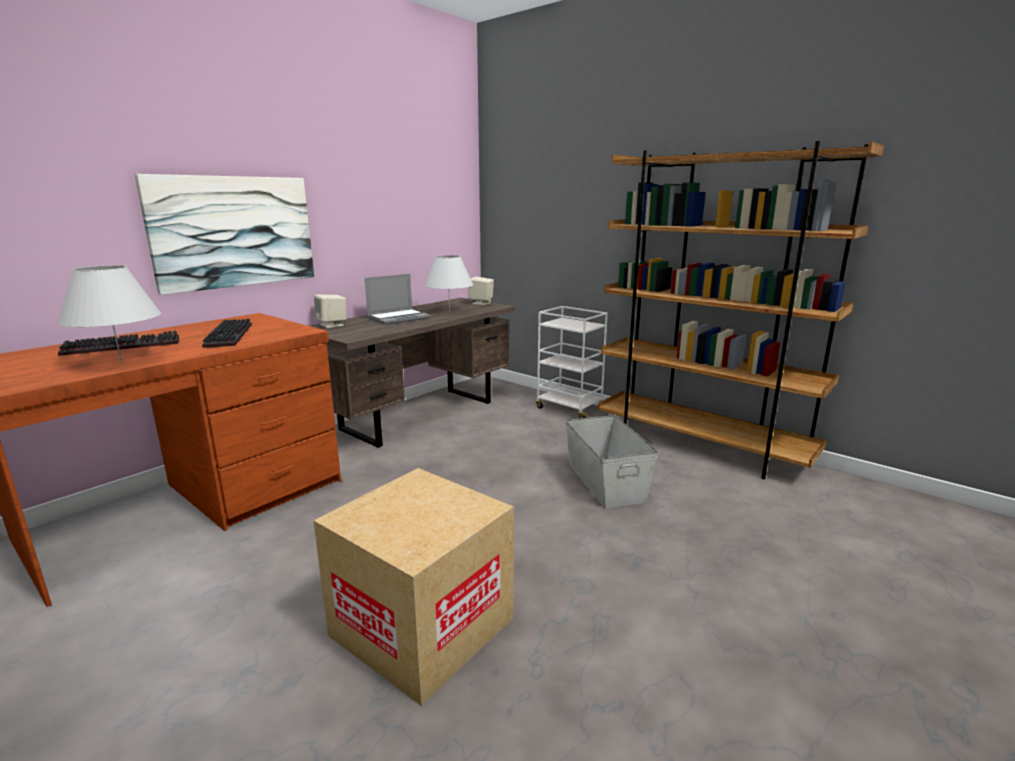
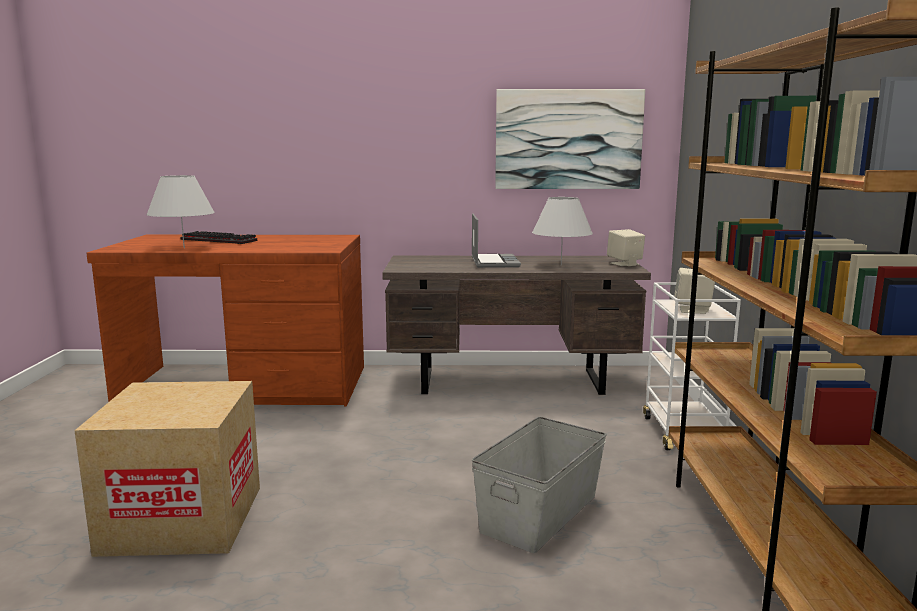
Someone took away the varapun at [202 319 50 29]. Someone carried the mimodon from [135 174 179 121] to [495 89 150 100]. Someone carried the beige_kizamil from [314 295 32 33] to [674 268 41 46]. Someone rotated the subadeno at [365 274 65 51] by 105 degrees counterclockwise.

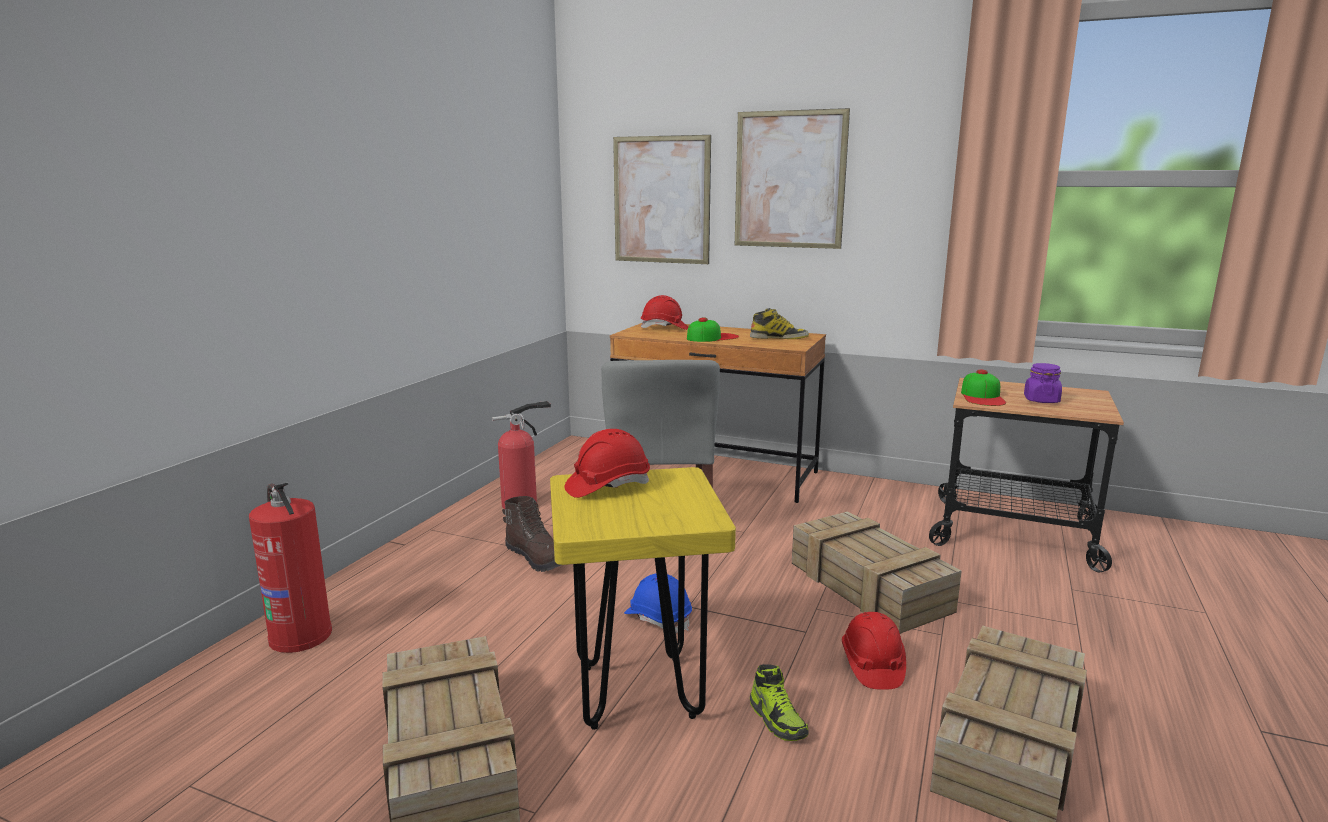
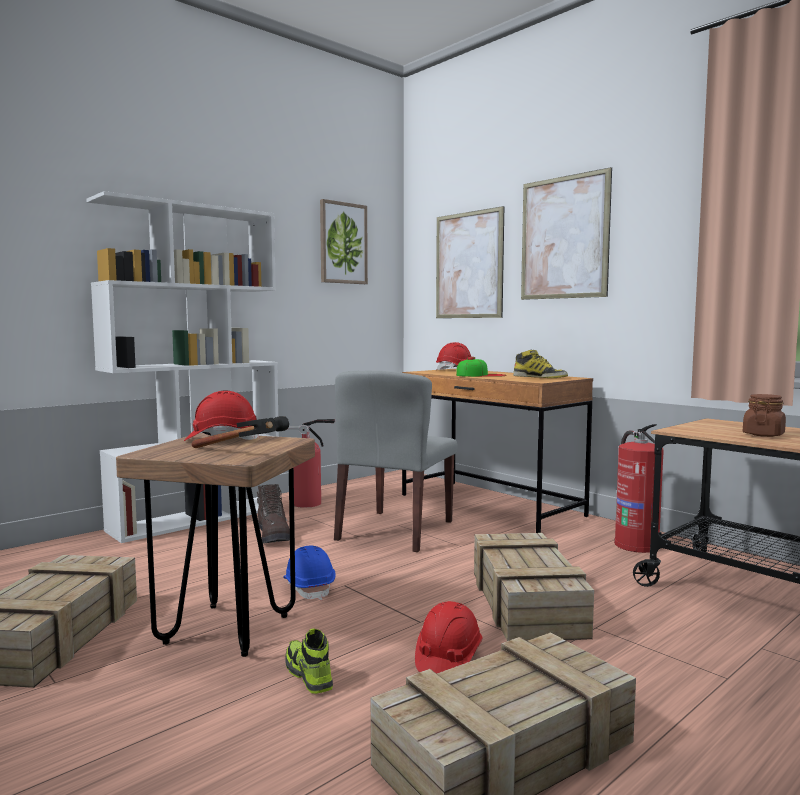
Someone took away the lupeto at [961 370 45 36]. Someone put down the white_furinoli at [86 191 193 352]. Someone put down the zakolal at [192 416 97 32]. Someone put up the mimodon at [320 199 48 85]. Someone carried the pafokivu from [249 483 83 170] to [614 424 50 129]. Someone repainted the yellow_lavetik at [550 467 186 263], which became the brown_lavetik at [116 433 199 224]. Someone repainted the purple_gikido at [1024 363 38 40], which became the brown_gikido at [743 394 43 43]. Someone rotated the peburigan at [750 664 59 77] by 150 degrees clockwise.

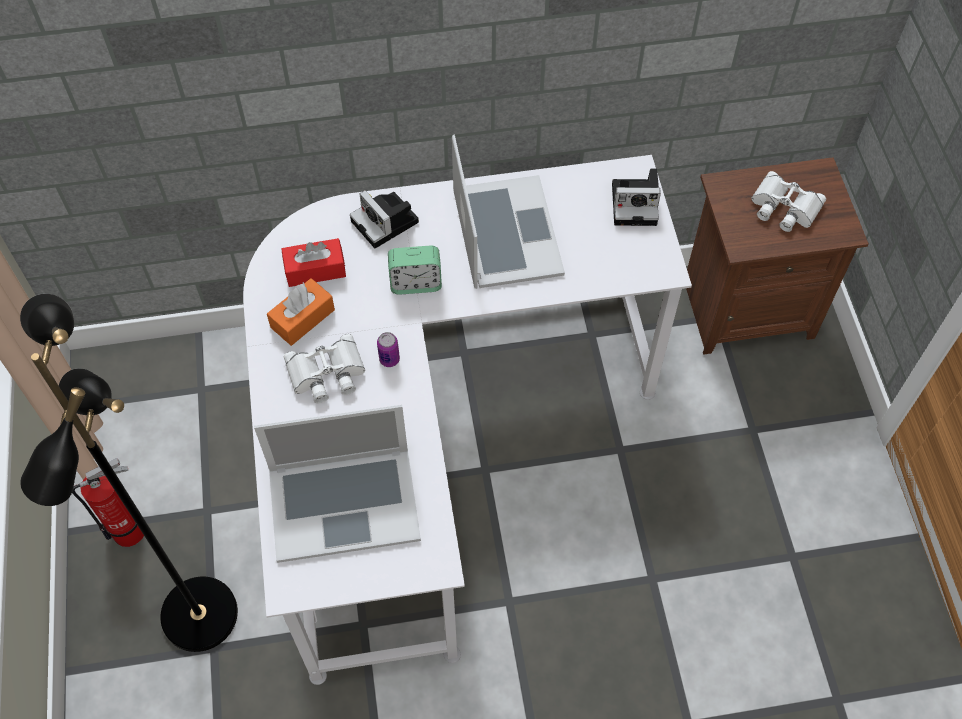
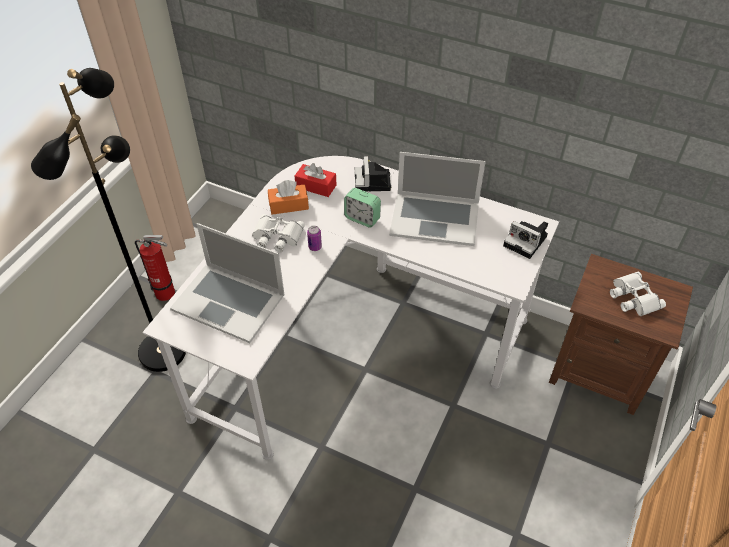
Someone rotated the subadeno at [452 134 113 155] by 75 degrees clockwise.

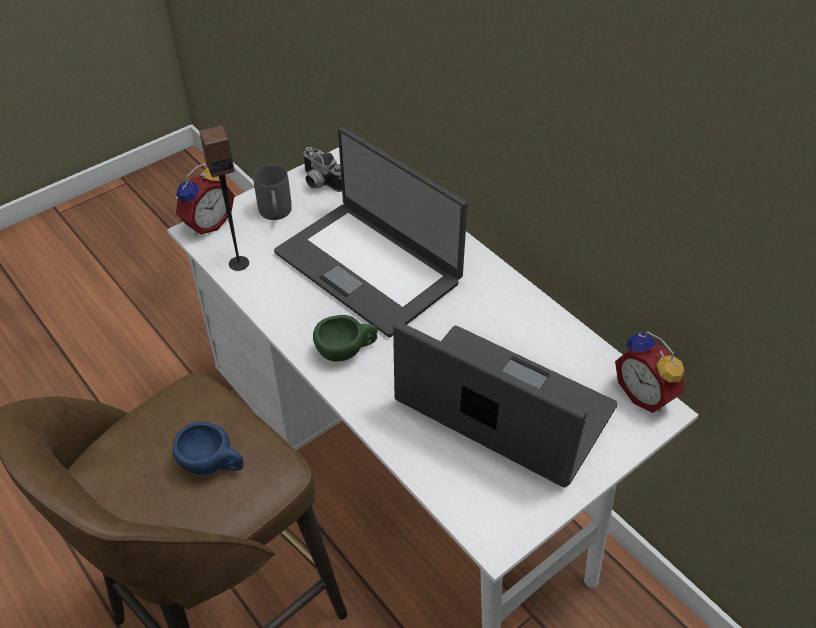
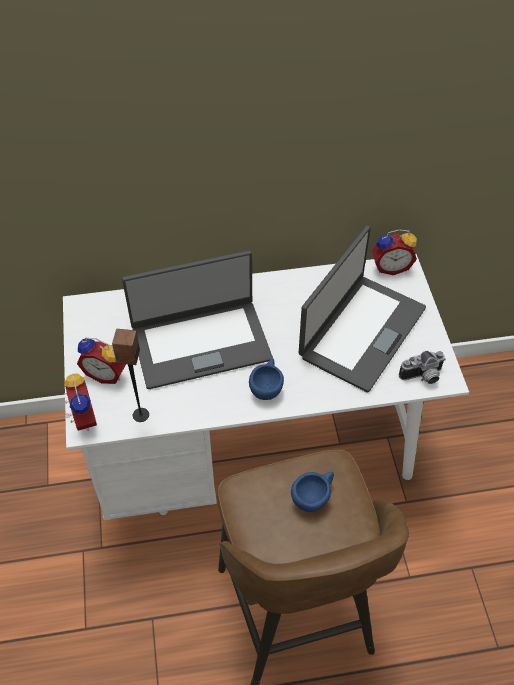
Someone carried the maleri from [302 147 40 45] to [399 351 47 33]. Someone swapped the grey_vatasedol at [253 164 39 56] for the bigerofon at [77 338 49 46]. Someone repainted the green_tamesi at [313 315 65 47], which became the blue_tamesi at [249 358 35 42]. Someone rotated the subadeno at [393 321 225 167] by 150 degrees clockwise.

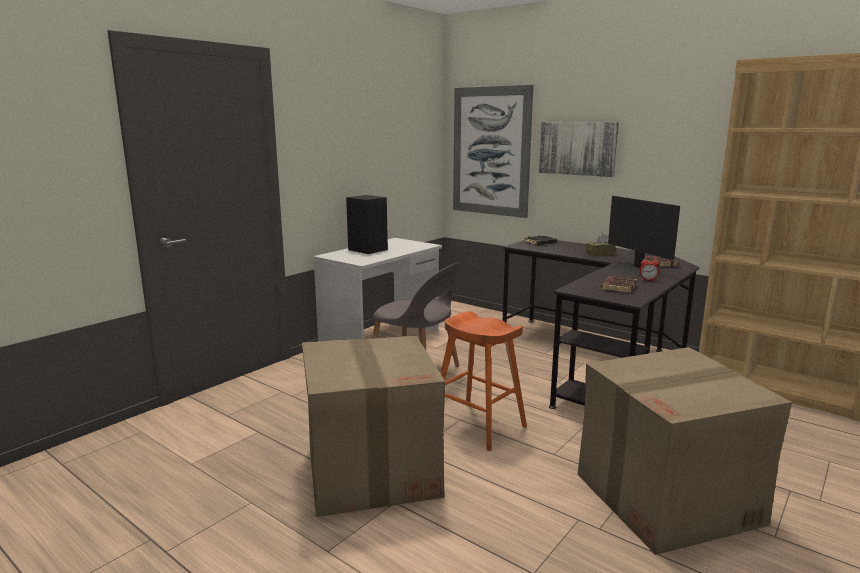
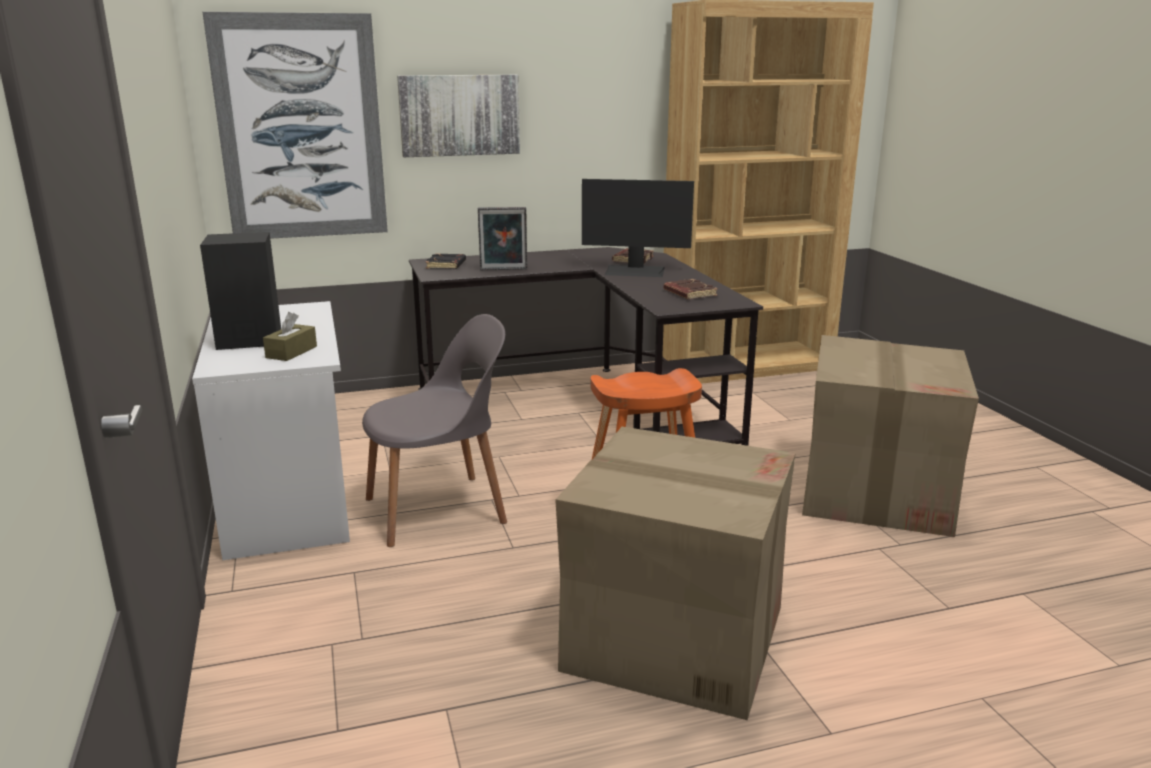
Someone took away the bigerofon at [639 256 20 25]. Someone put down the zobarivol at [478 207 49 63]. Someone carried the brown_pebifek from [586 233 29 23] to [263 312 54 49].

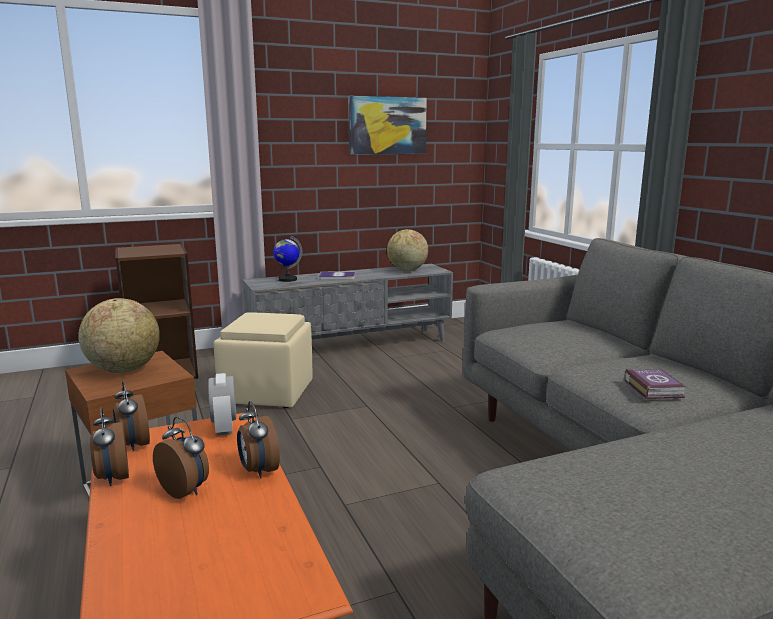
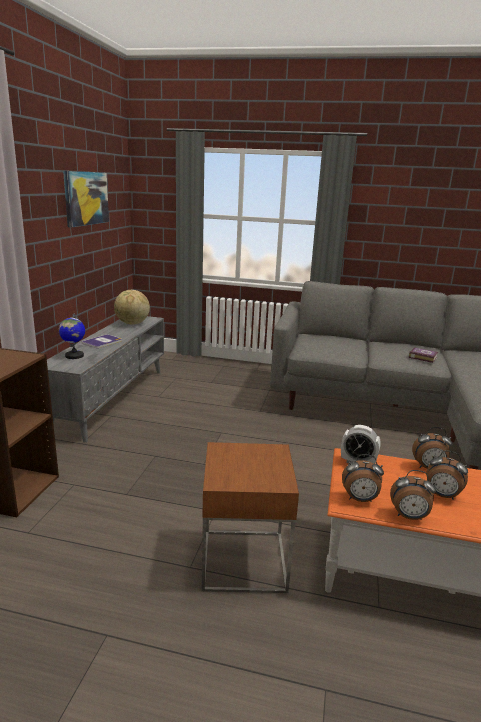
Someone took away the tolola at [78 298 82 75]. Someone took away the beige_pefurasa at [214 312 98 96]. Someone rotated the bigerofon at [153 417 56 82] by 135 degrees counterclockwise.

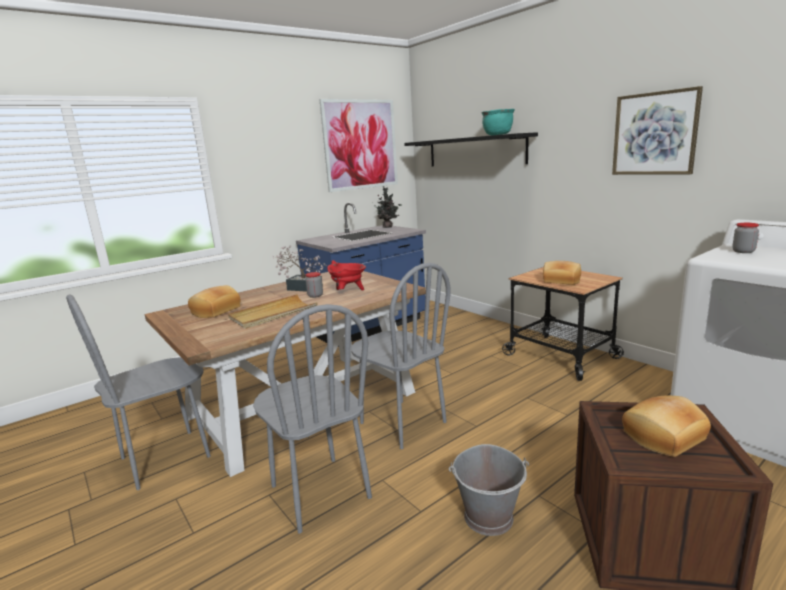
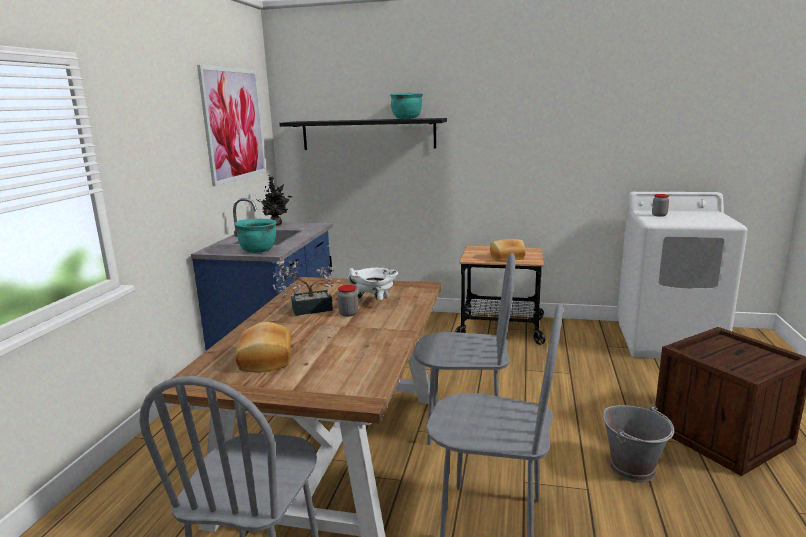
Someone took away the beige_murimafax at [228 294 90 35]. Someone took away the mimodon at [612 86 91 89]. Someone took away the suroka at [622 396 89 61]. Someone put down the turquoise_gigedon at [235 219 41 34]. Someone repainted the red_gigedon at [327 260 39 30], which became the white_gigedon at [348 268 50 34].

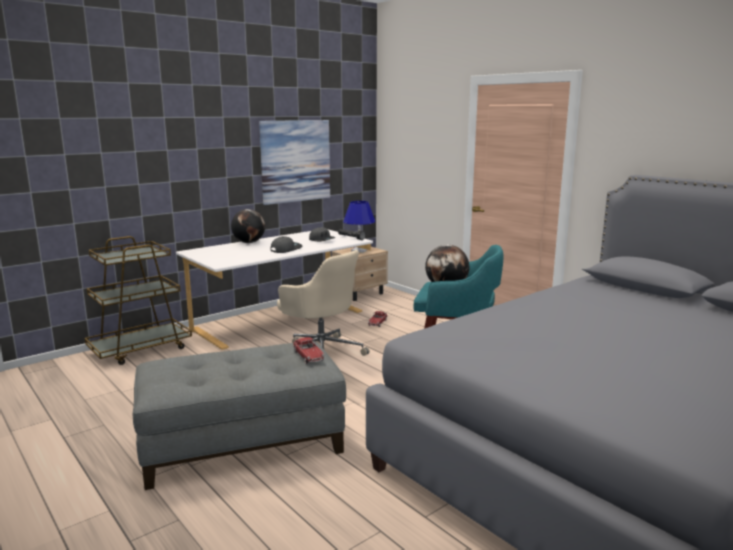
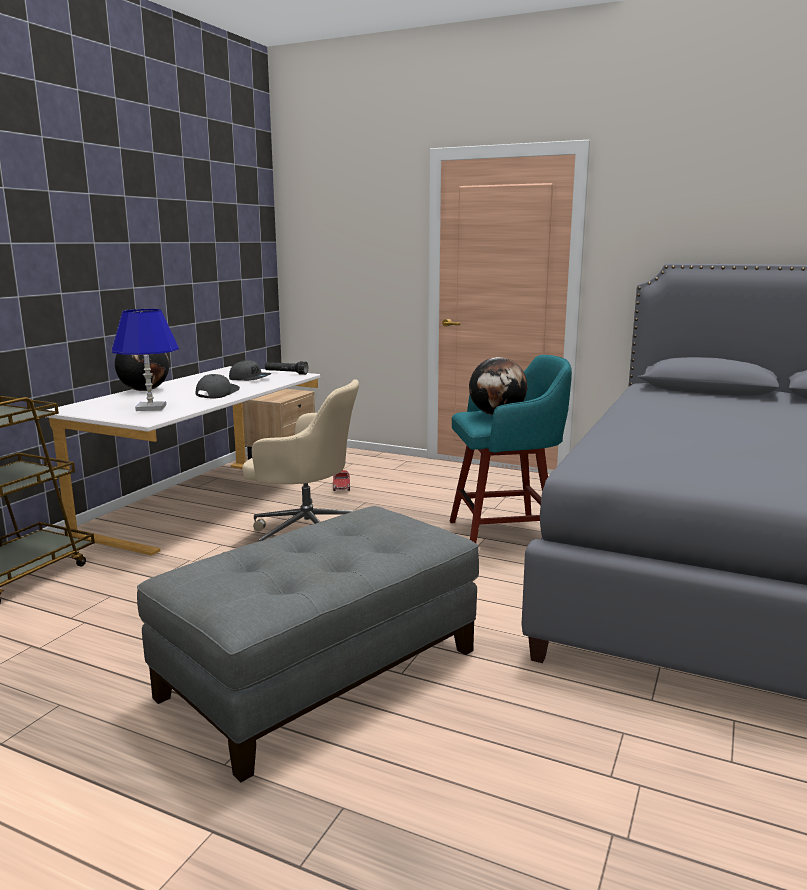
Someone took away the mimodon at [259 120 71 85]. Someone took away the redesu at [293 337 32 27]. Someone carried the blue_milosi from [343 201 32 52] to [112 309 67 102].

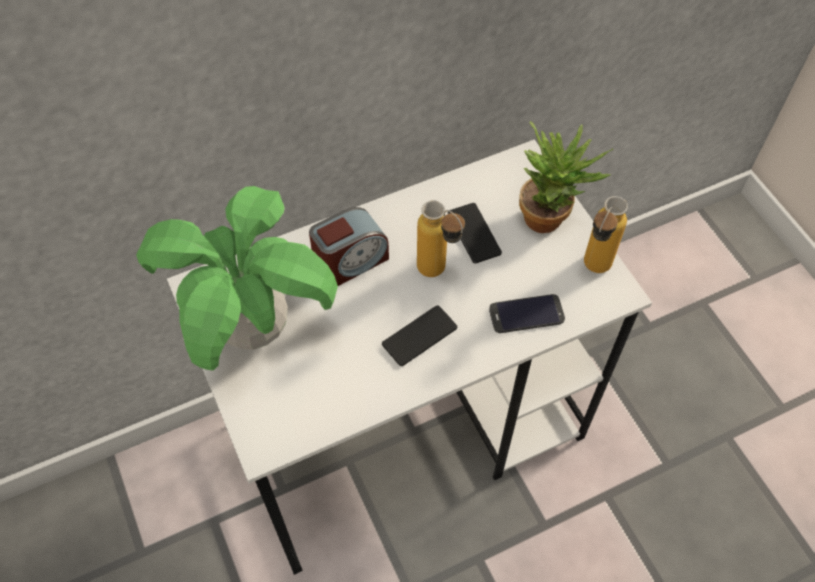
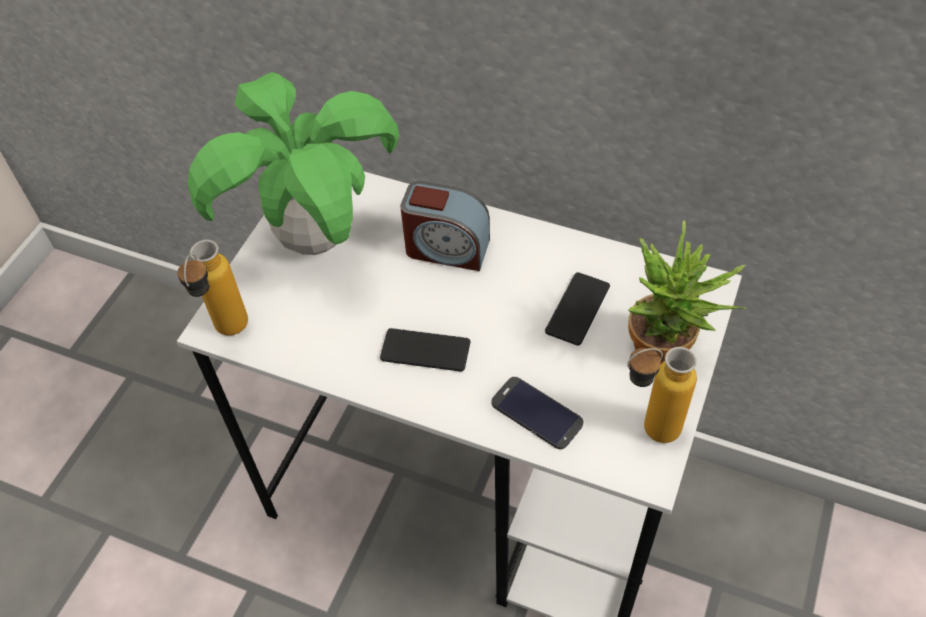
Someone carried the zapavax from [417 200 48 77] to [177 240 71 96].

